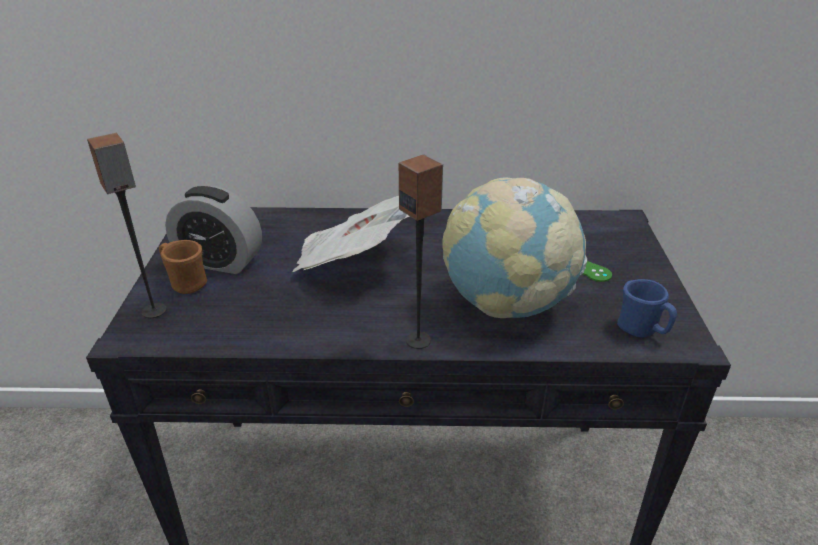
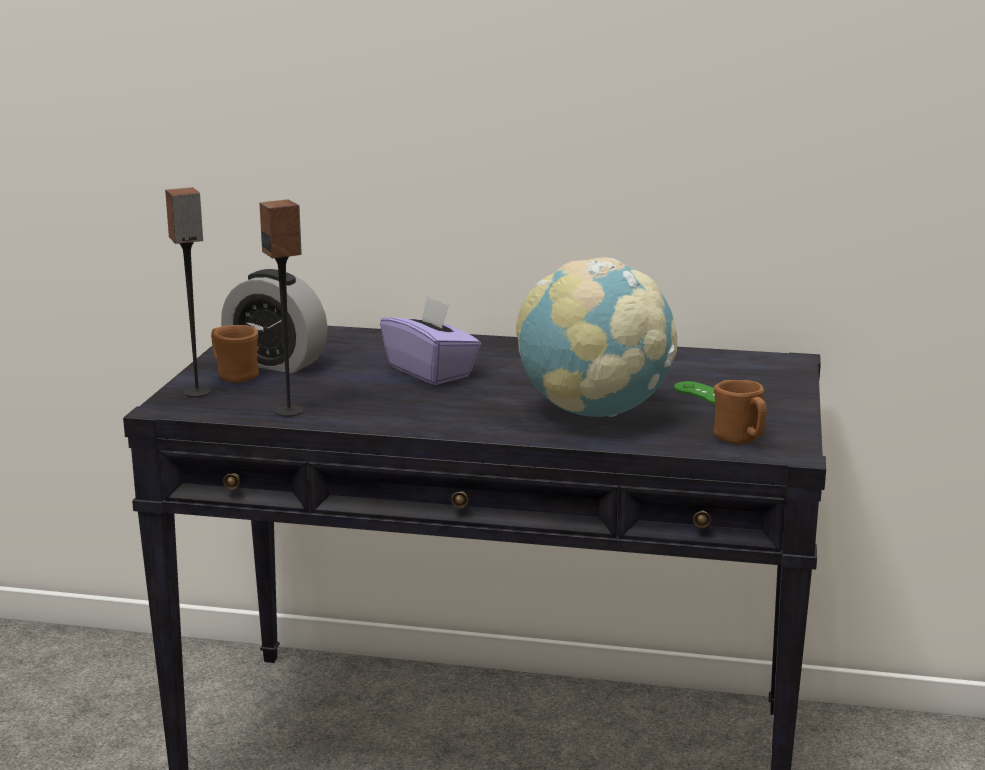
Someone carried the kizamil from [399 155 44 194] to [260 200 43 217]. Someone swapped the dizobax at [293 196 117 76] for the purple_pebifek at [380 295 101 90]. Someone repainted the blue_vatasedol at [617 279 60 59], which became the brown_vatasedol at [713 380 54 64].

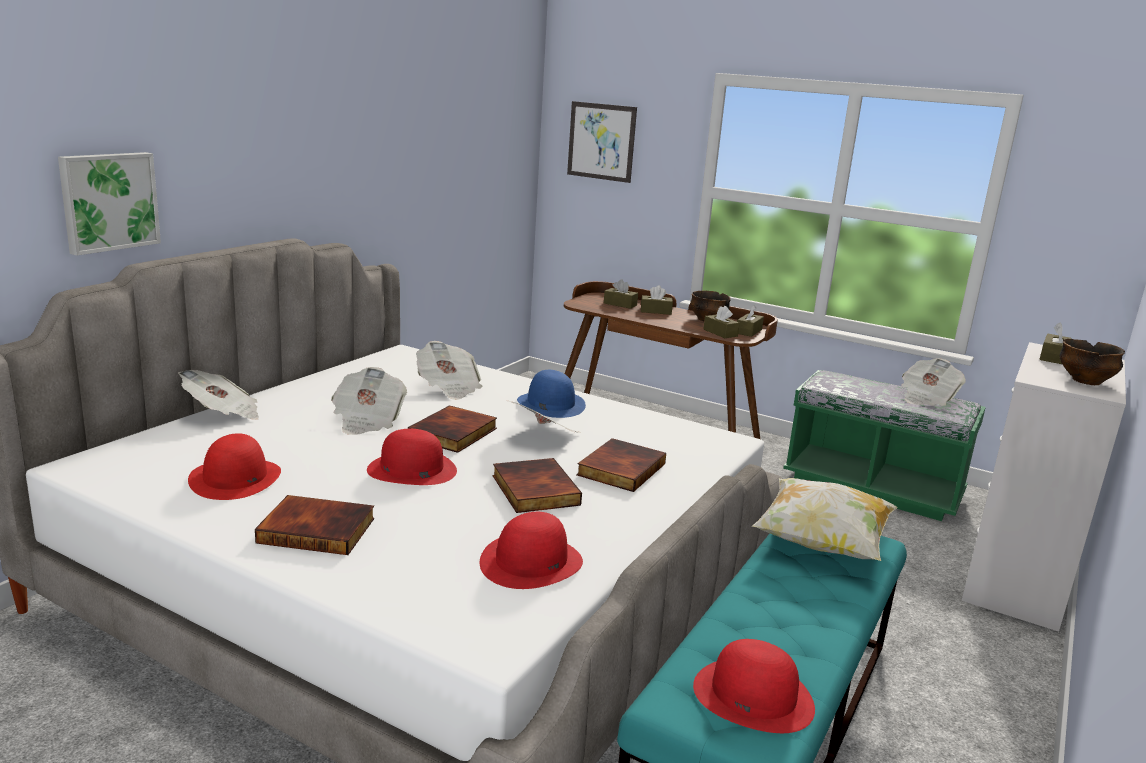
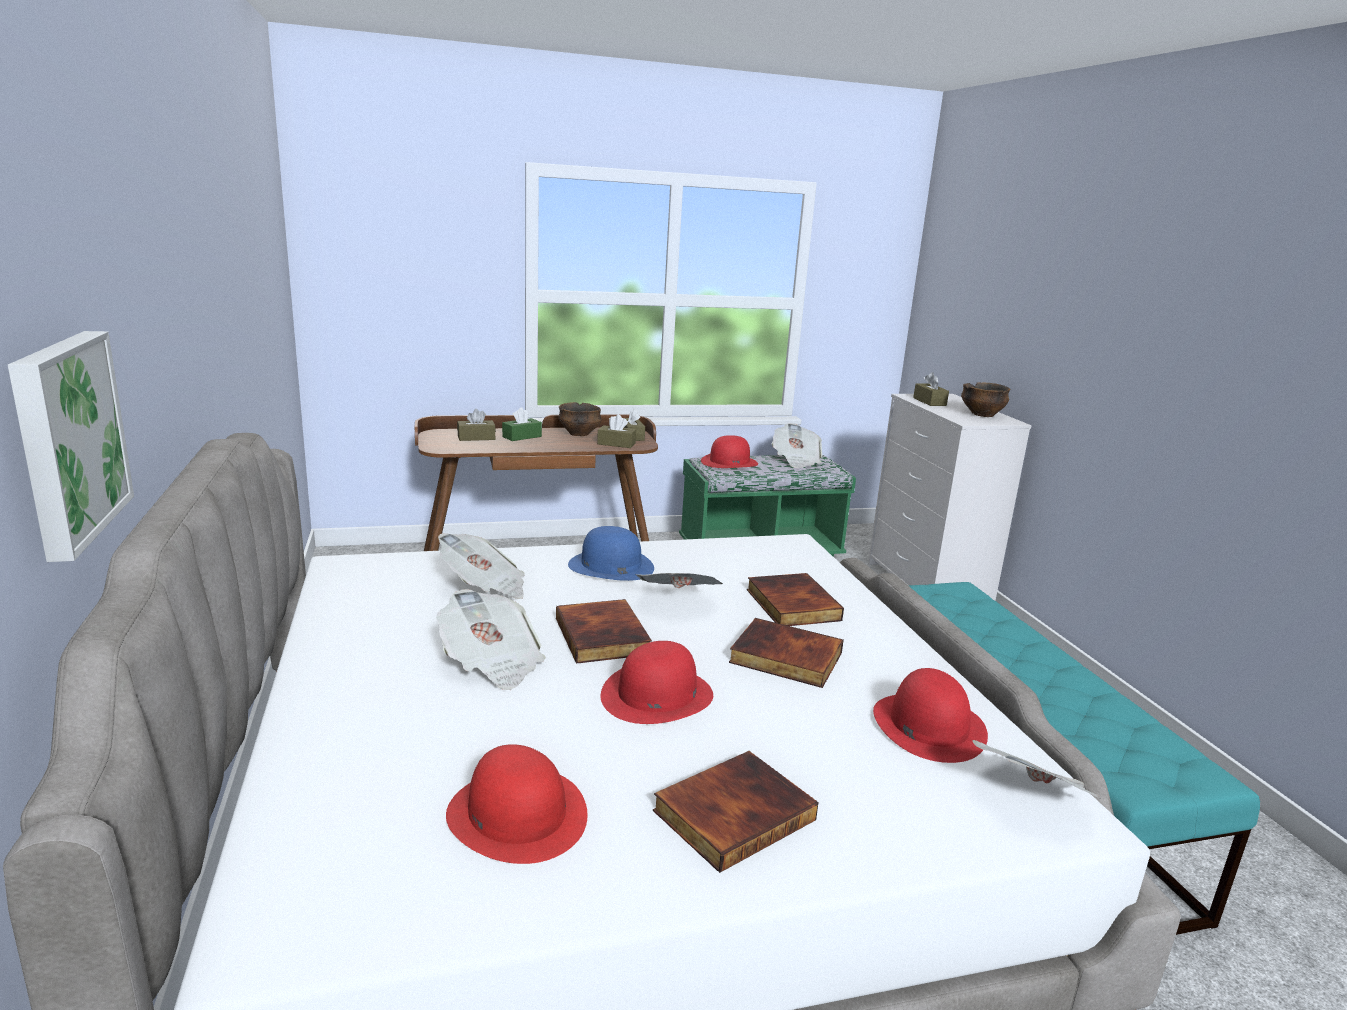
Someone took away the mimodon at [567 101 70 82]. Someone took away the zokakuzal at [752 478 146 83]. Someone carried the dizobax from [178 370 81 50] to [972 740 132 61]. Someone carried the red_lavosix from [693 639 122 94] to [701 435 57 33]. Someone repainted the brown_pebifek at [641 285 32 30], which became the green_pebifek at [502 407 40 34].

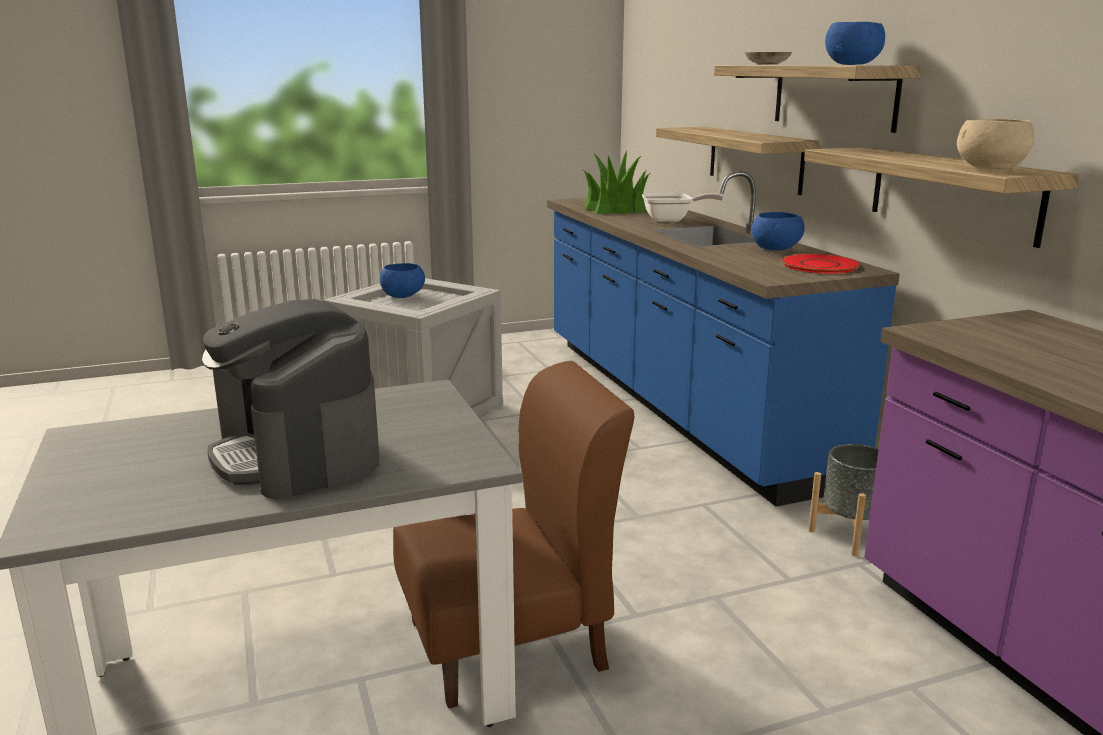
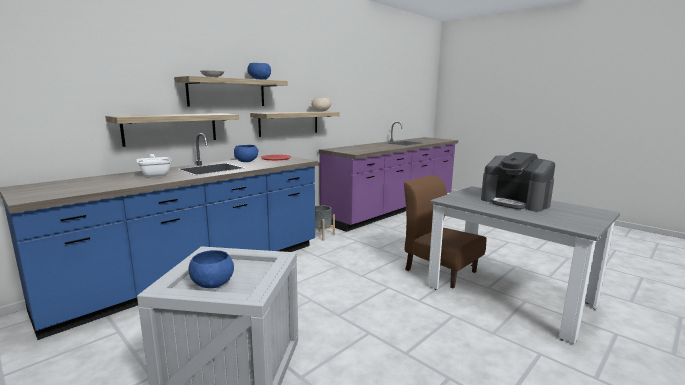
Someone took away the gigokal at [583 151 66 63]. Someone rotated the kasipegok at [202 299 177 200] by 105 degrees clockwise.

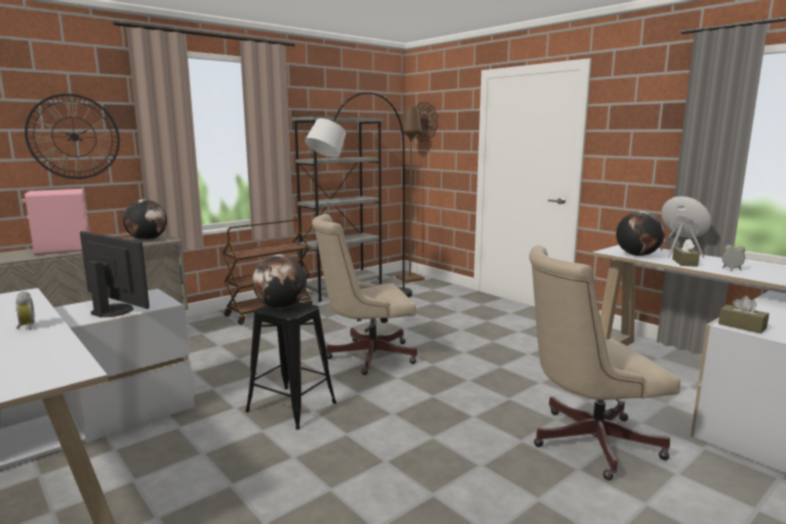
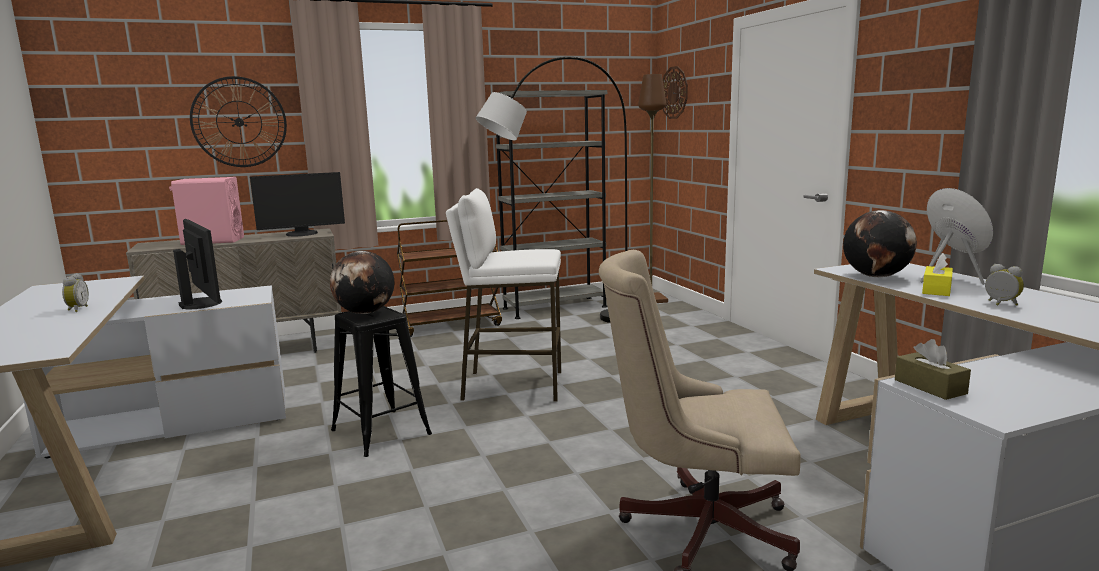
Someone swapped the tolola at [123 199 44 41] for the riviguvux at [250 172 95 64]. Someone swapped the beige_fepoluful at [312 214 105 161] for the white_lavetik at [446 188 115 214]. Someone repainted the brown_pebifek at [672 239 28 28], which became the yellow_pebifek at [922 253 31 43].

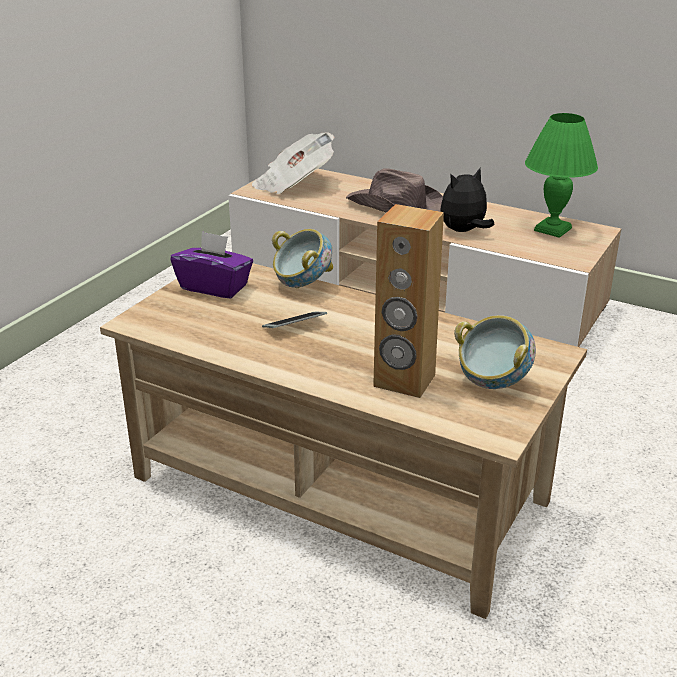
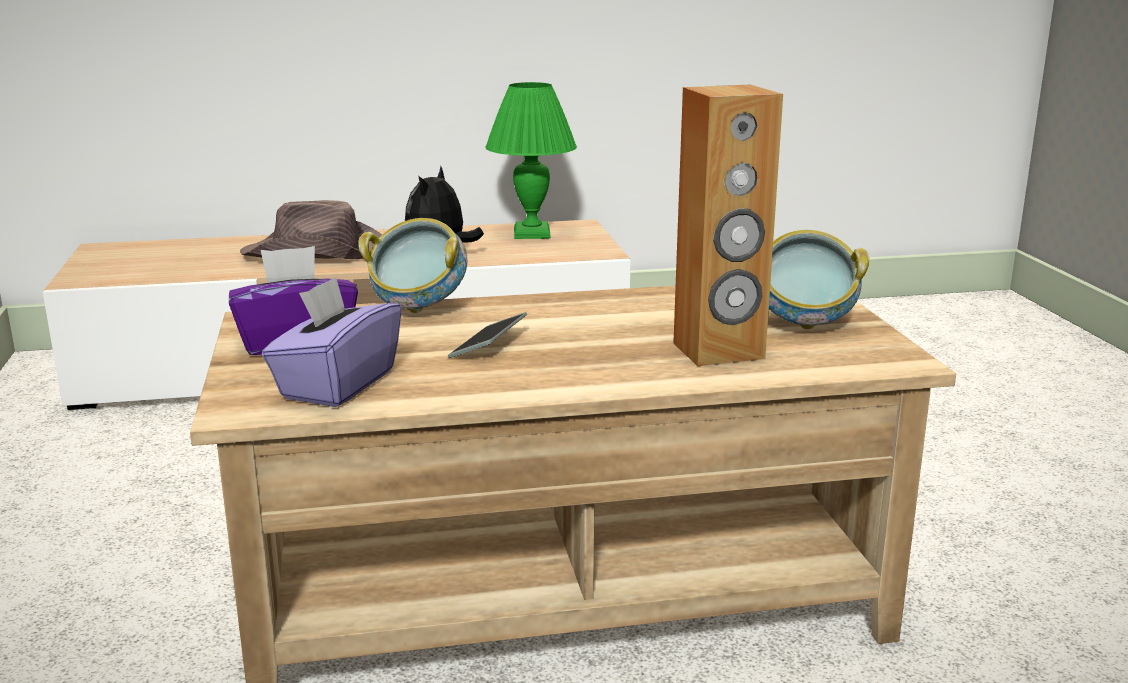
Someone took away the dizobax at [252 132 83 62]. Someone put down the purple_pebifek at [262 276 140 131].

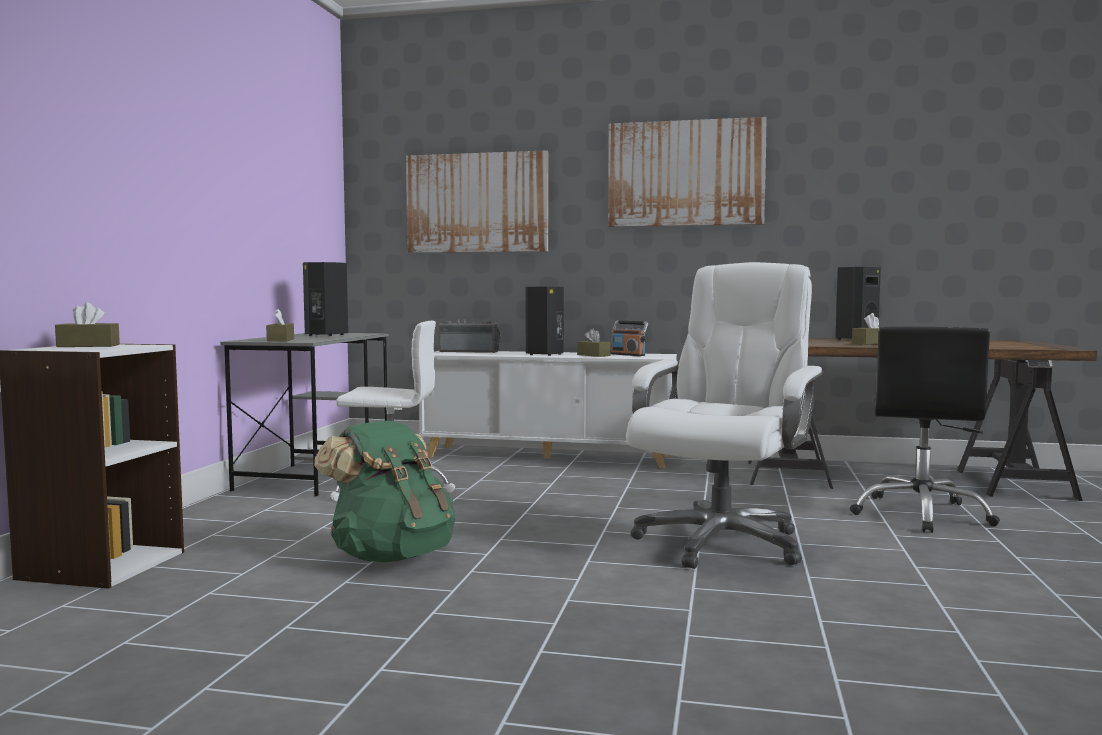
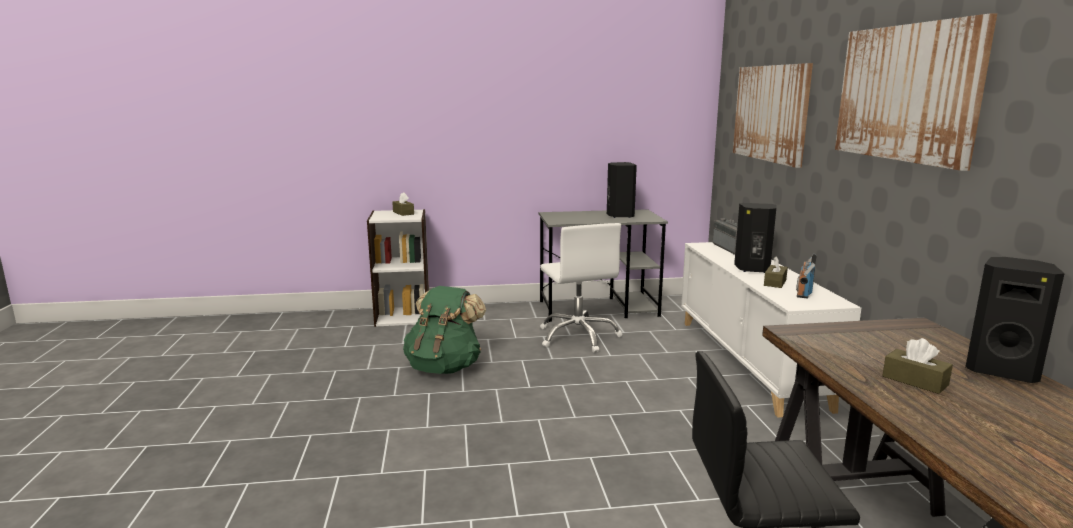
Someone took away the brown_pebifek at [266 309 28 33]. Someone took away the white_fepoluful at [627 262 197 307].

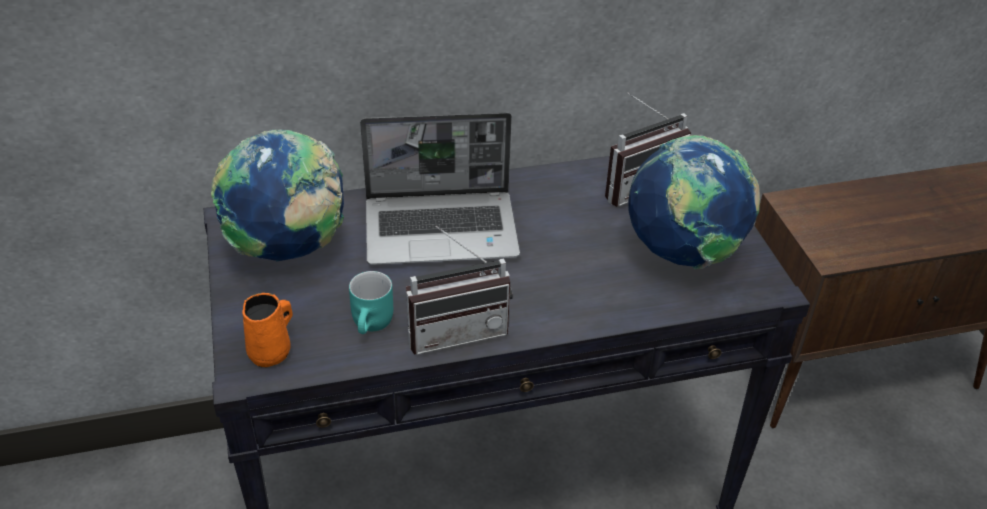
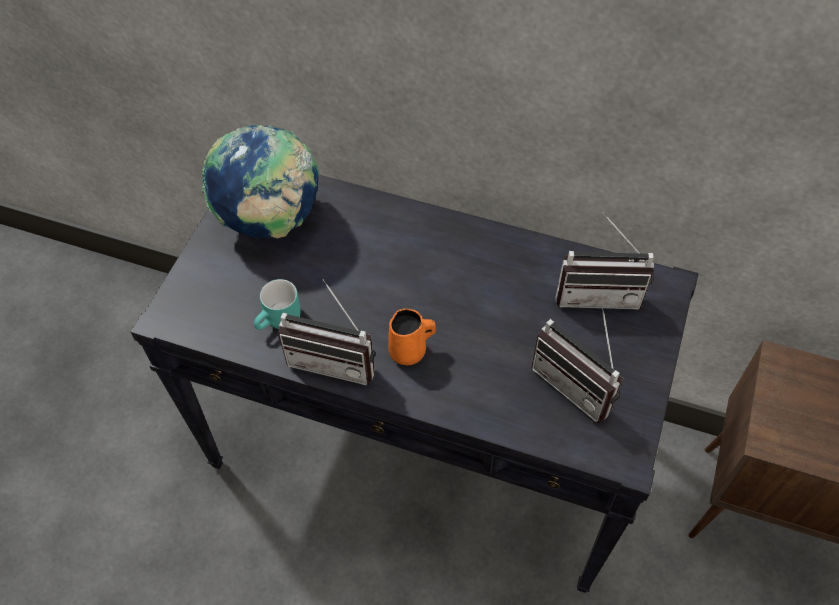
Someone took away the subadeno at [360 112 160 153]. Someone carried the orange_vatasedol from [242 293 51 75] to [388 308 48 57]. Someone swapped the tolola at [628 135 132 134] for the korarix at [532 306 91 117].

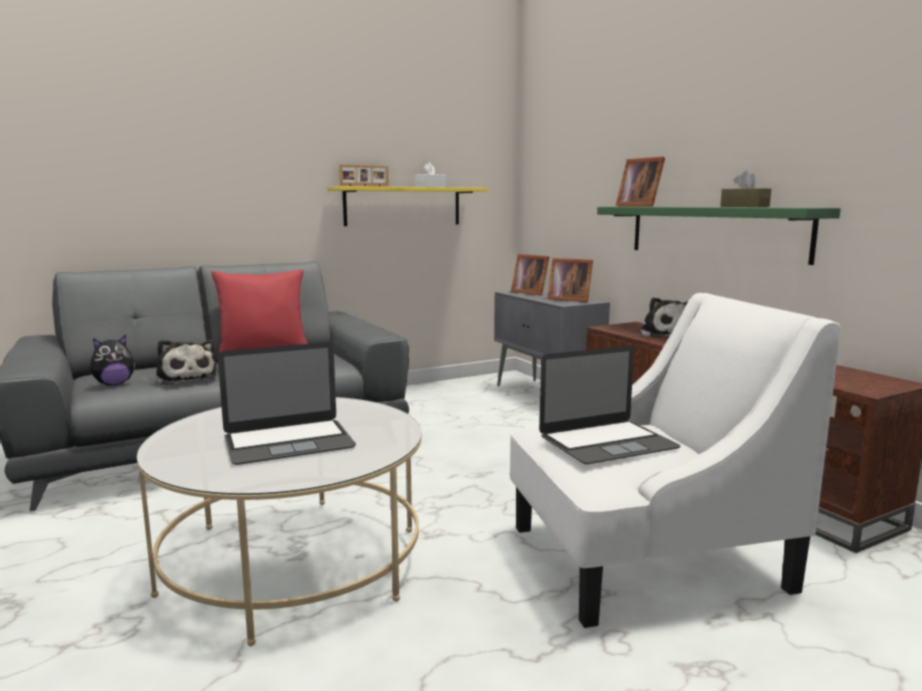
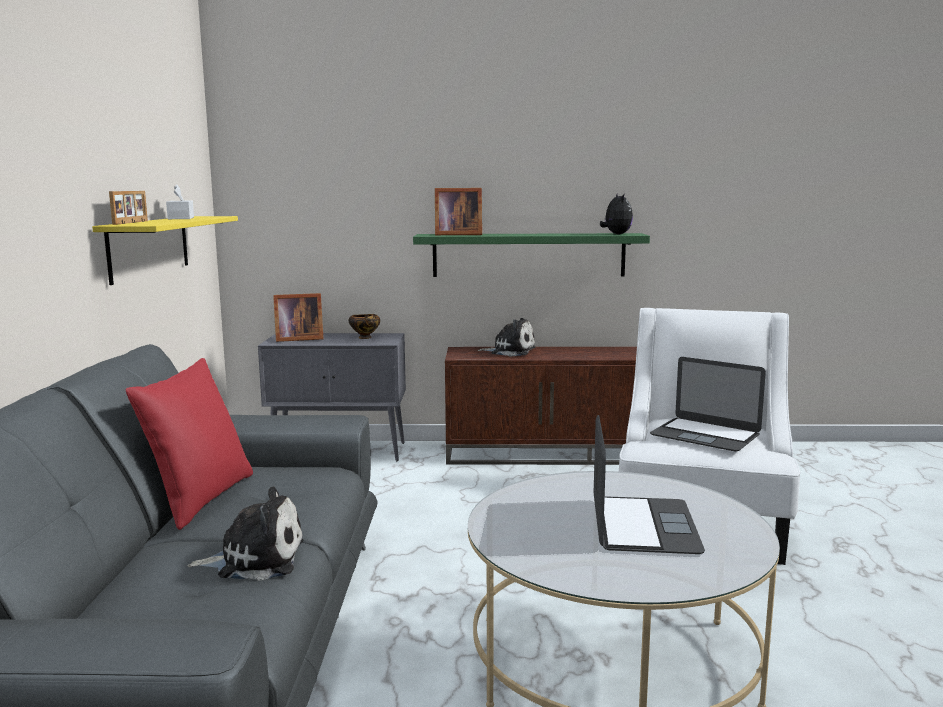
Someone took away the brown_pebifek at [720 171 51 36]. Someone carried the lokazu from [91 335 44 50] to [600 193 33 41]. Someone swapped the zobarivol at [547 258 46 44] for the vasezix at [349 314 31 25]. Someone rotated the subadeno at [539 346 142 118] by 120 degrees clockwise.

